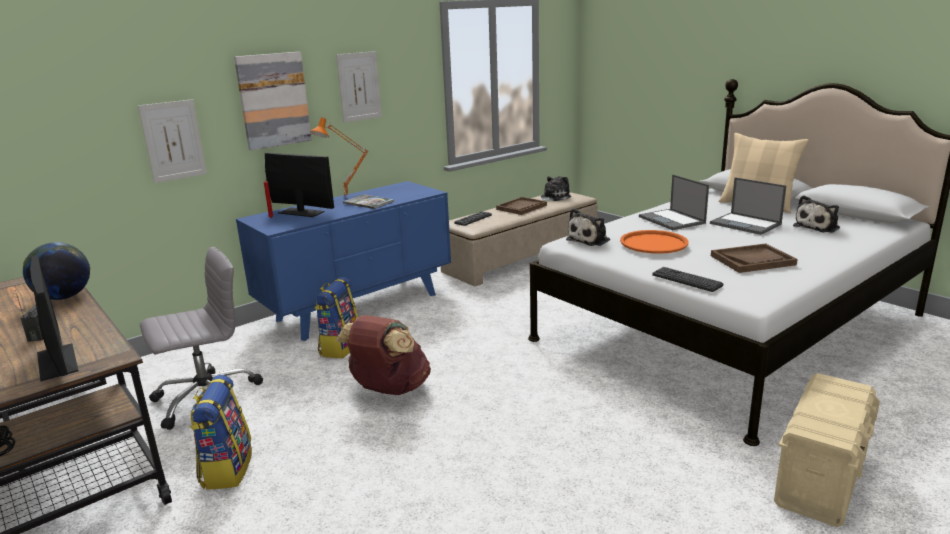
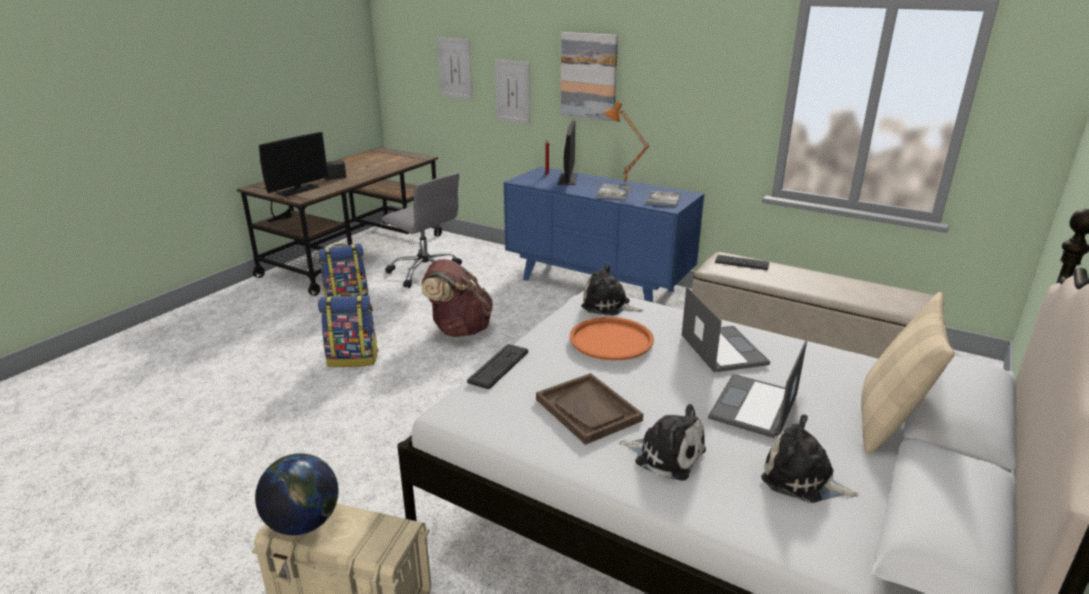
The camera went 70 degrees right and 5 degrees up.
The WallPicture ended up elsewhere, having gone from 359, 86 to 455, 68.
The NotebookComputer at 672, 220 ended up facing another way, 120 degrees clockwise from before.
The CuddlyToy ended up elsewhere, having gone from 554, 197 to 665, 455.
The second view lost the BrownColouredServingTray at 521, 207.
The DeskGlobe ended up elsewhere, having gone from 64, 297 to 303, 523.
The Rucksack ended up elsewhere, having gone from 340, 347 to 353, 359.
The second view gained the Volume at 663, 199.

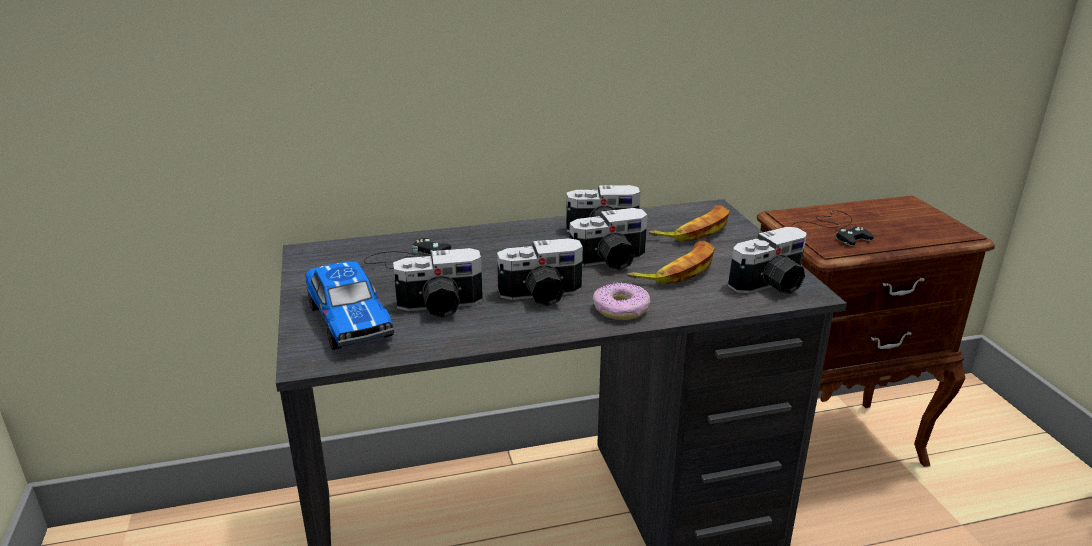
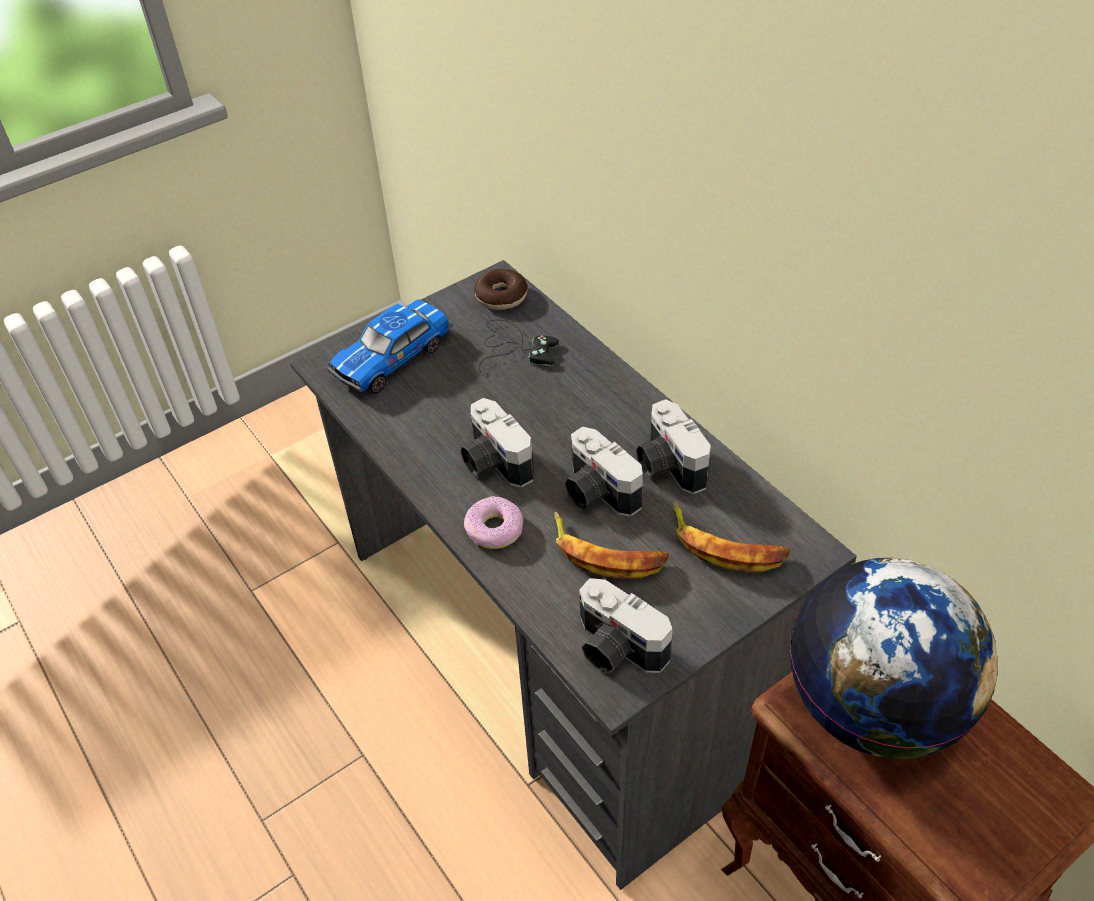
The camera went 70 degrees right and 20 degrees up.
Where the BlackishGamepad stood at 836, 229, the DeskGlobe came to stand at 873, 707.
The second view lost the PhotoCamera at 440, 307.
The second view gained the Doughnut at 501, 296.

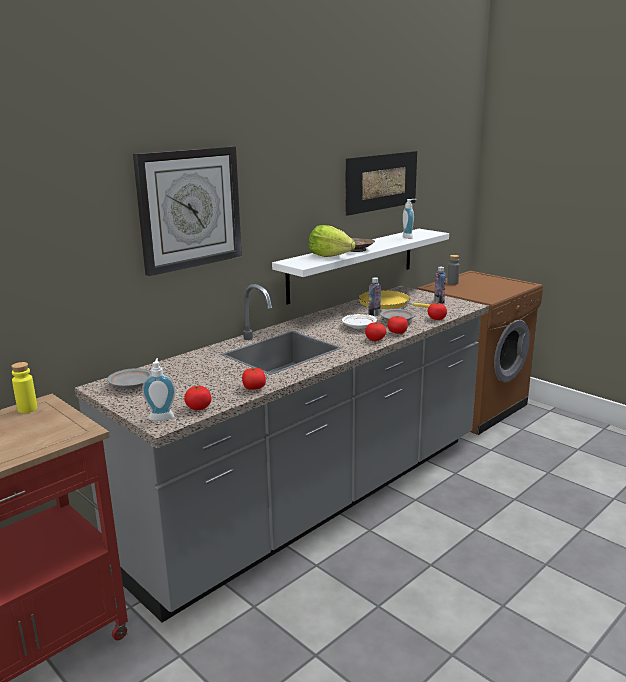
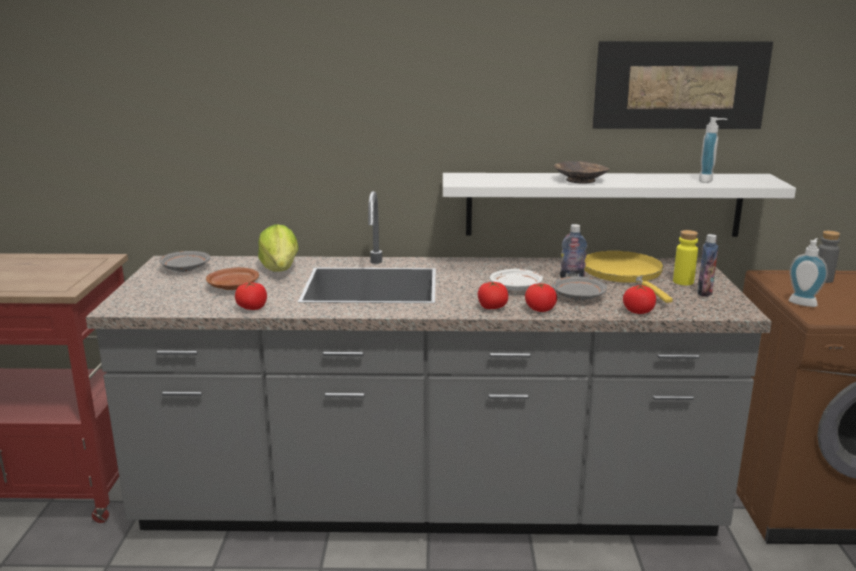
The camera went 45 degrees right and 0 degrees up.
The second view lost the HangingClock at 189, 208.
The HeadOfLettuce ended up elsewhere, having gone from 330, 256 to 280, 269.
The SoapBottle ended up elsewhere, having gone from 162, 416 to 803, 302.
The YellowColouredBeverageBottle ended up elsewhere, having gone from 27, 409 to 683, 282.
The second view lost the WholeTomato at 198, 407.
The second view gained the BrownColouredDinnerPlate at 233, 286.

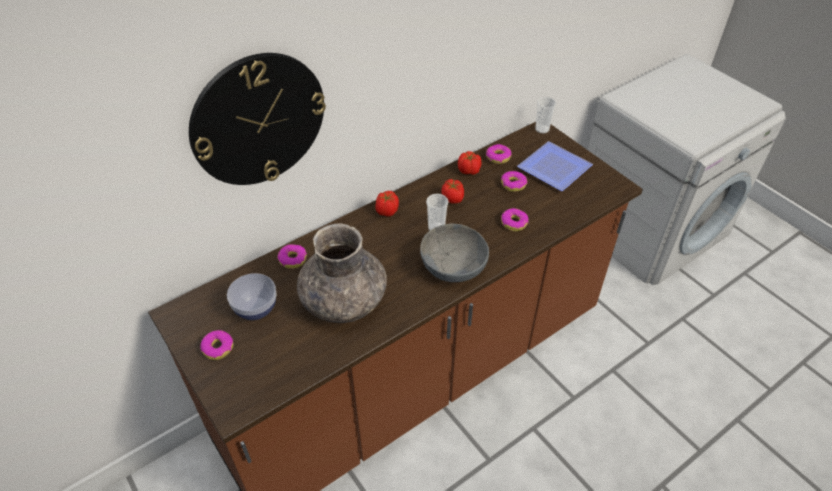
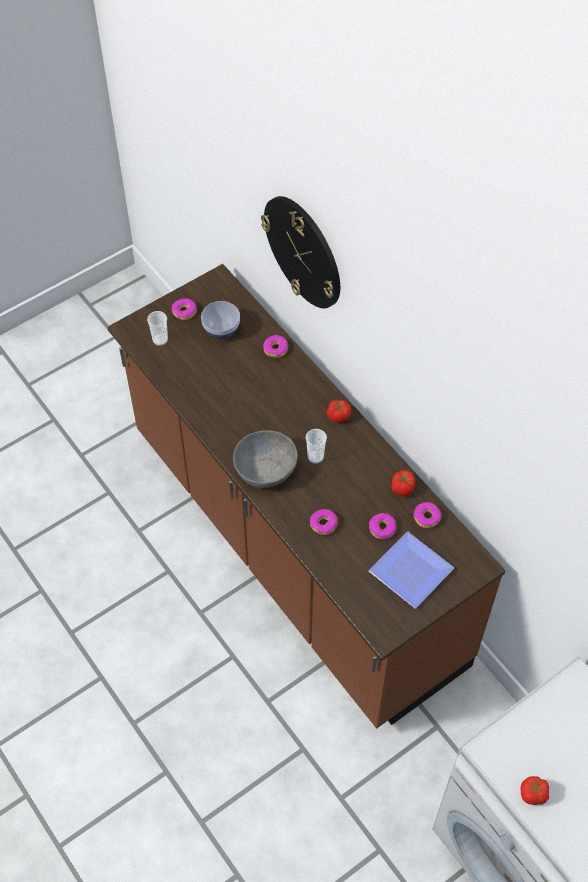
The camera went 90 degrees right and 10 degrees up.
The Cup ended up elsewhere, having gone from 542, 129 to 160, 340.
The WholeTomato ended up elsewhere, having gone from 452, 198 to 533, 794.
The second view lost the GreyFlowerVase at 344, 301.

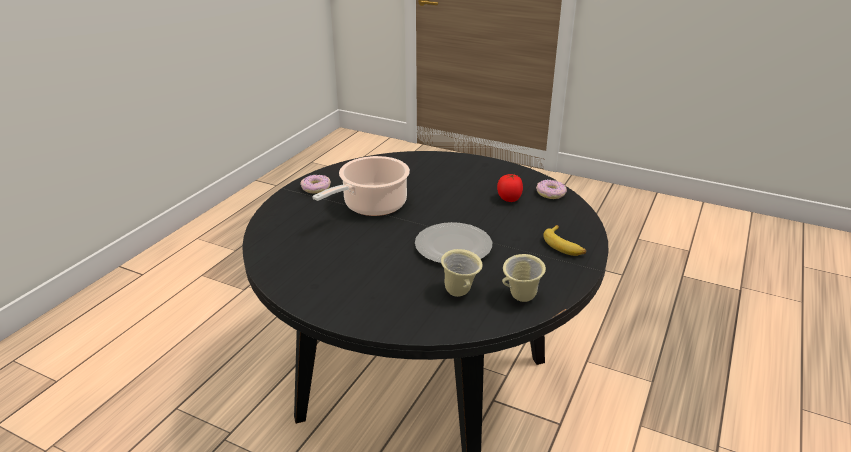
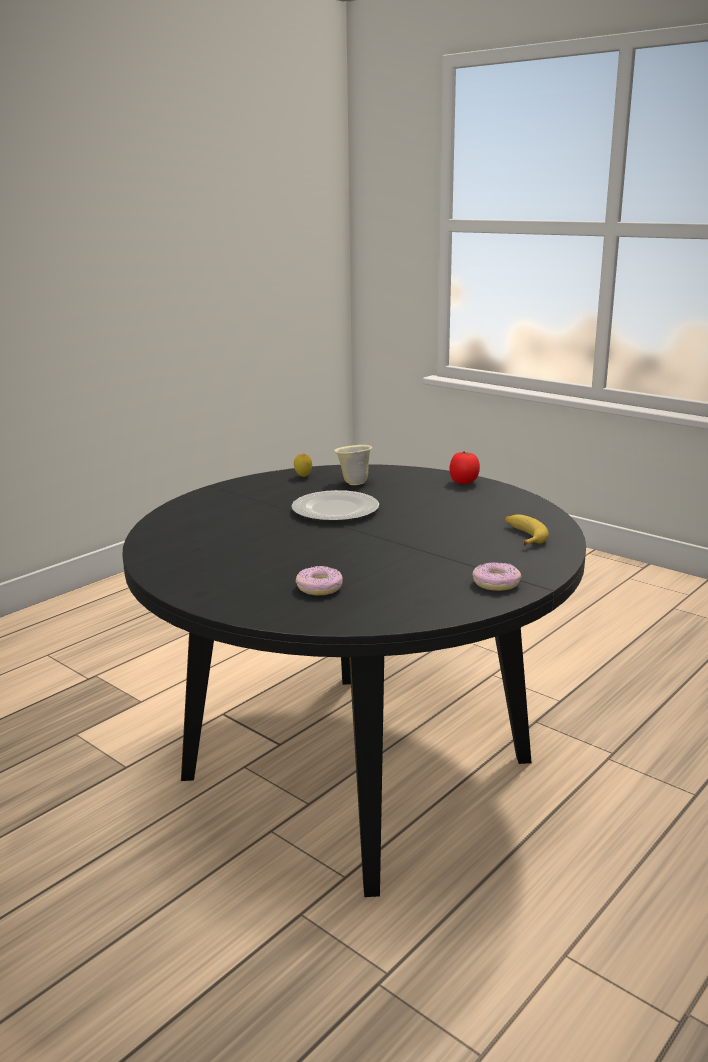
The camera went 165 degrees left and 10 degrees down.
The second view lost the Saucepot at 372, 206.
The WholeTomato ended up elsewhere, having gone from 509, 199 to 464, 483.
The Doughnut ended up elsewhere, having gone from 551, 193 to 319, 588.
The BananaFruit ended up elsewhere, having gone from 564, 246 to 523, 536.
Where the SandColouredCoffeeMug stood at 521, 299, the Lemon came to stand at 303, 477.

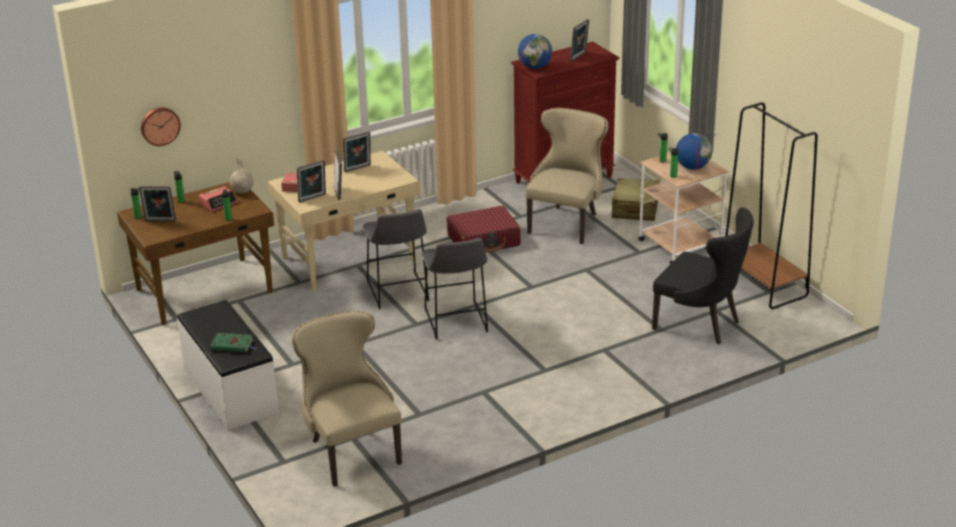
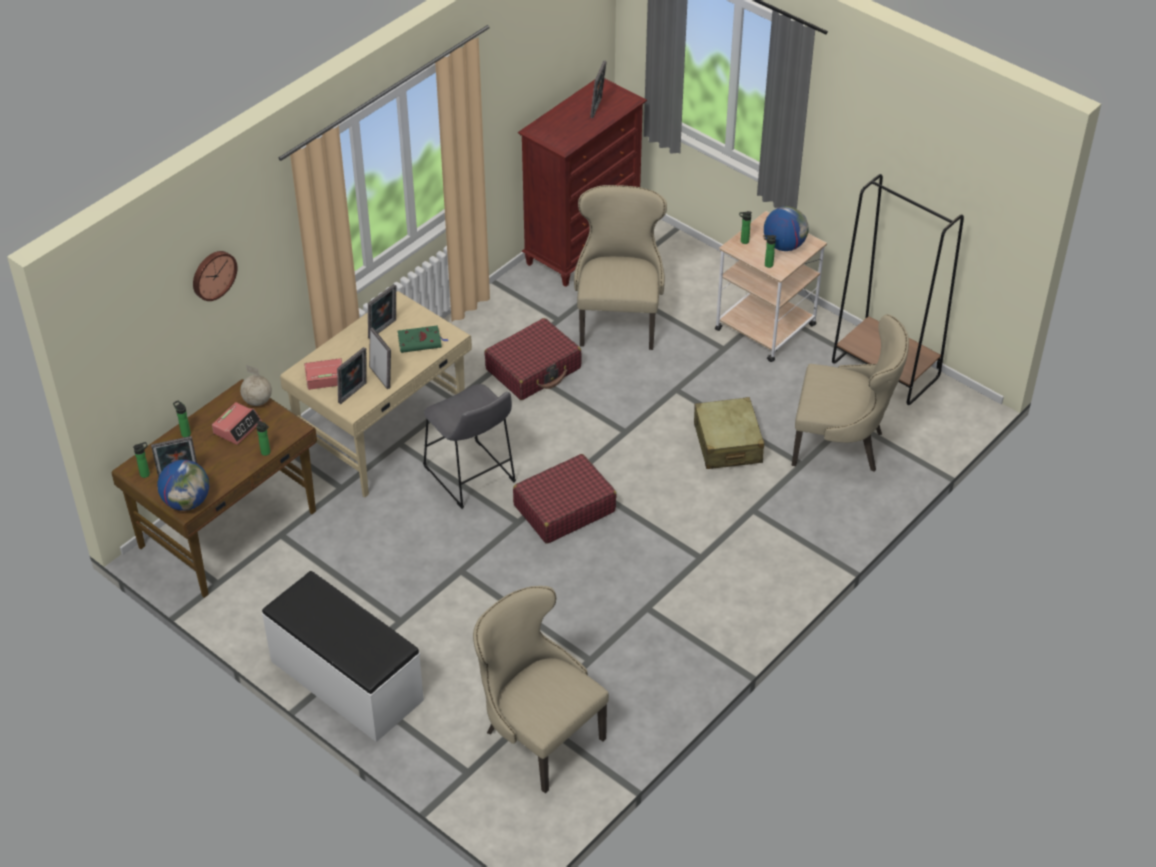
The camera went 20 degrees left and 15 degrees up.
The DeskGlobe ended up elsewhere, having gone from 535, 67 to 187, 502.
The HangingClock ended up elsewhere, having gone from 159, 125 to 213, 274.
The SandColouredTravelCase ended up elsewhere, having gone from 635, 209 to 727, 443.
What was the BlackishUprightChair at 700, 324 turned into the SandColouredUprightChair at 841, 445.
Where the GreySittingStool stood at 456, 322, the RedTravelCase came to stand at 564, 508.
The GreenishVolume ended up elsewhere, having gone from 233, 345 to 421, 341.

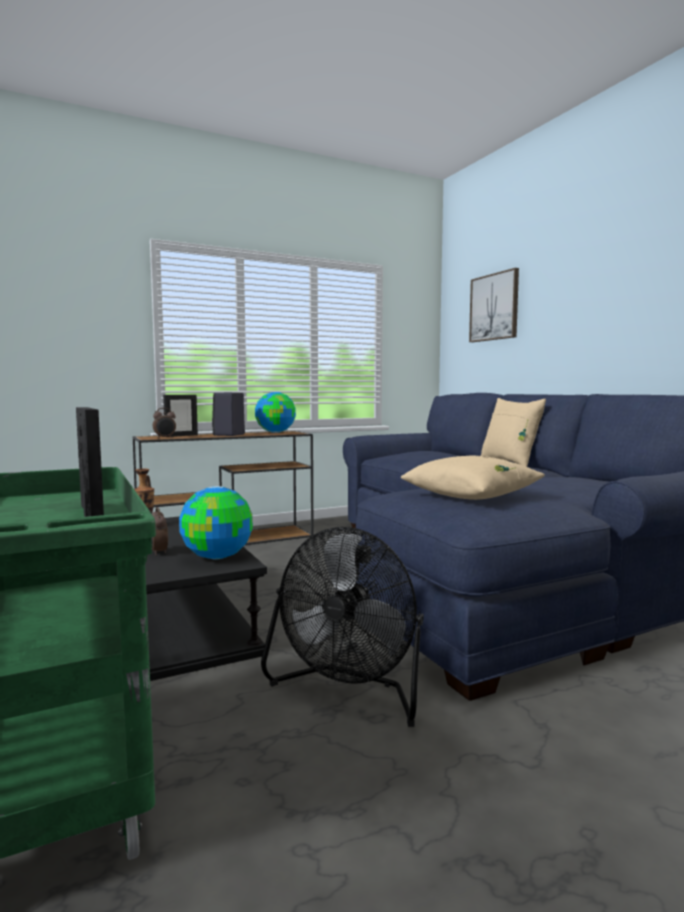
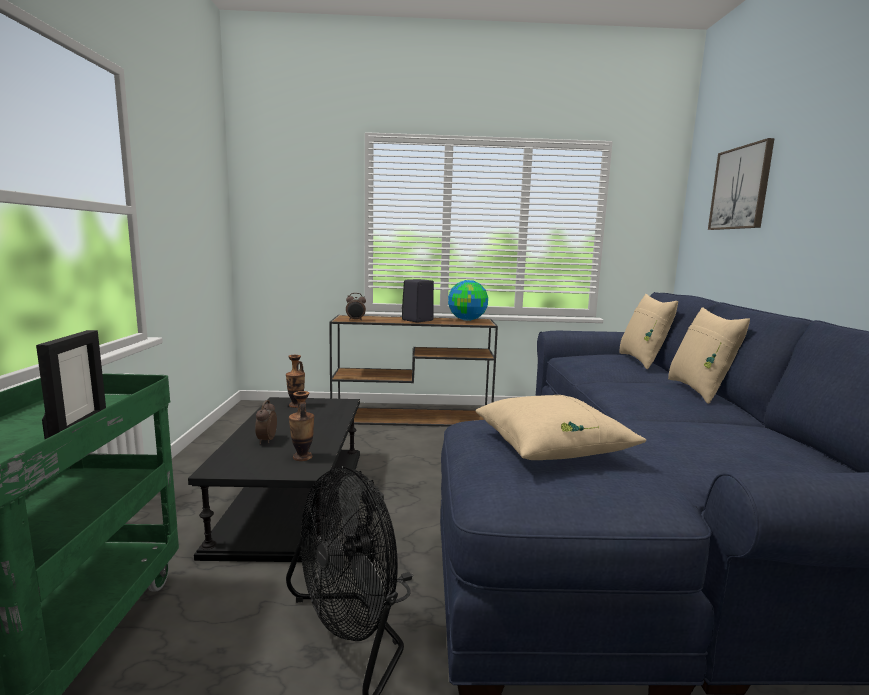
The camera went 25 degrees right and 5 degrees up.
The second view lost the PictureFrame at 181, 435.
Where the DeskGlobe stood at 218, 557, the FlowerVase came to stand at 302, 457.
The second view gained the SandColouredThrowPillow at 642, 361.

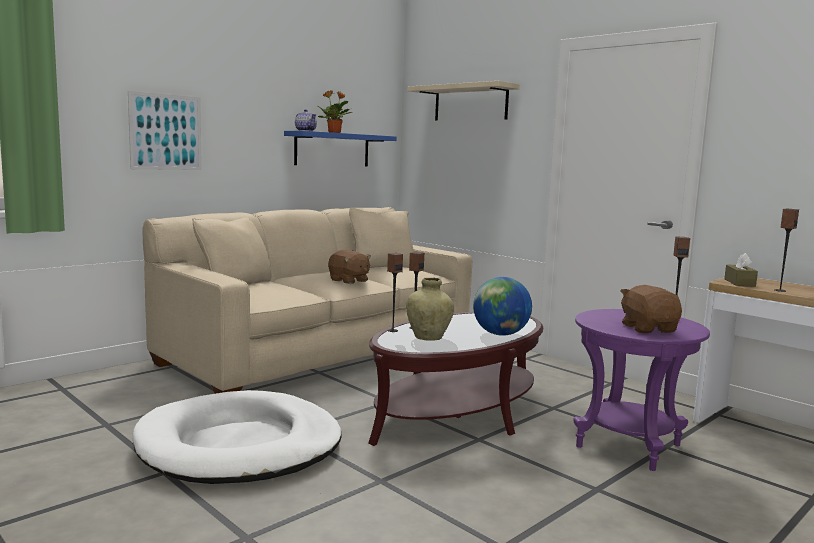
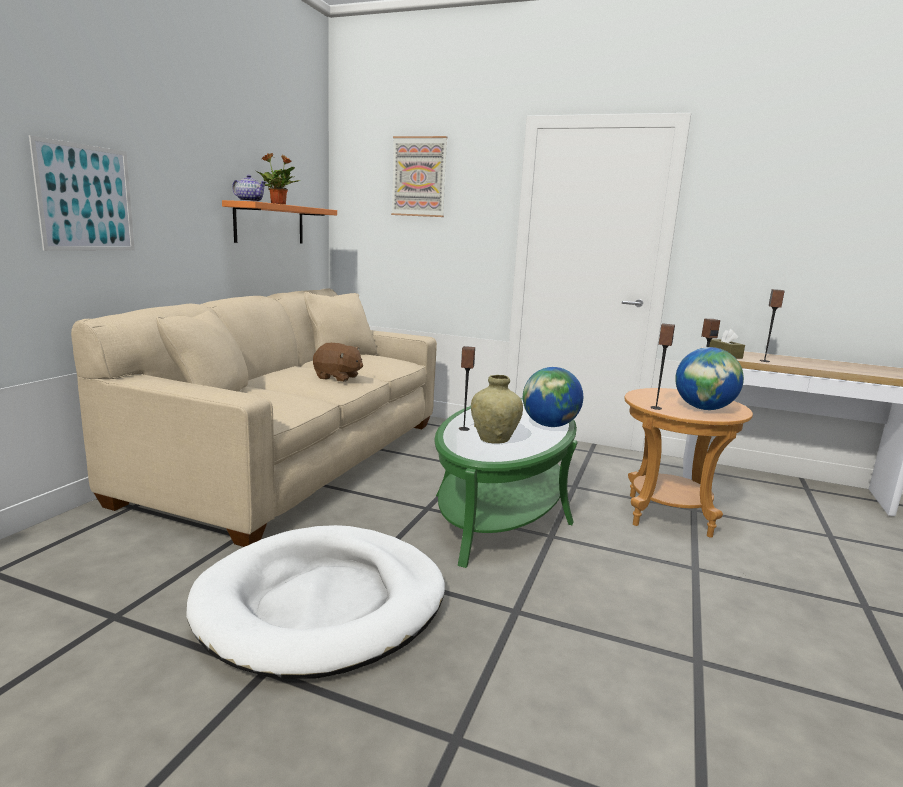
The camera went 25 degrees left and 5 degrees up.
Where the SandColouredBracketShelf hung at 470, 103, the WallPicture came to hang at 419, 177.
What was the BlueBracketShelf at 332, 149 turned into the OrangeyBracketShelf at 270, 224.
The Loudspeaker ended up elsewhere, having gone from 392, 330 to 655, 408.
Where the BrownColouredCuddlyToy stood at 648, 329, the DeskGlobe came to stand at 703, 408.
What was the PurpleColouredEndTable at 628, 445 turned into the BrownColouredEndTable at 668, 515.
What was the BrownColouredCoffeeTable at 457, 412 turned into the GreenishCoffeeTable at 502, 508.

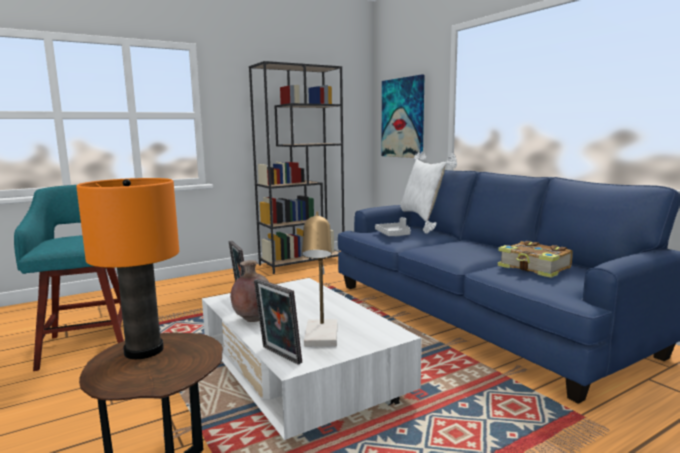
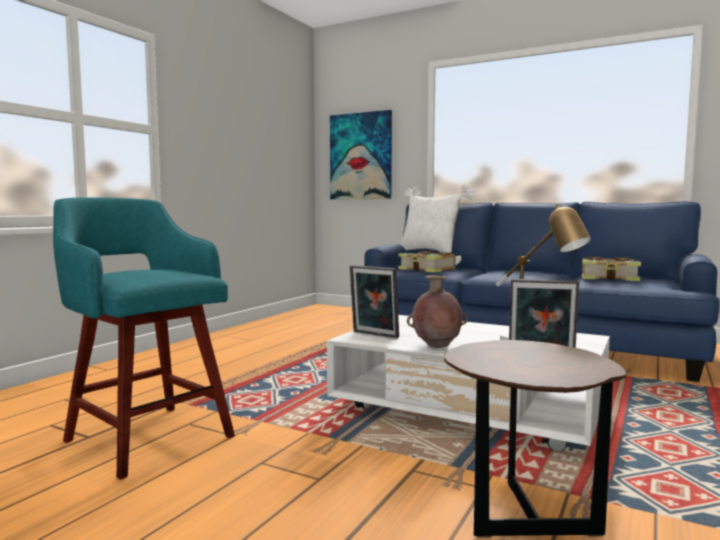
The camera went 30 degrees left and 5 degrees down.
The second view lost the Bookshelf at 302, 263.
The second view lost the OrangeyTableLamp at 144, 350.
Where the GreyServingTray stood at 394, 235, the Volume came to stand at 427, 270.

